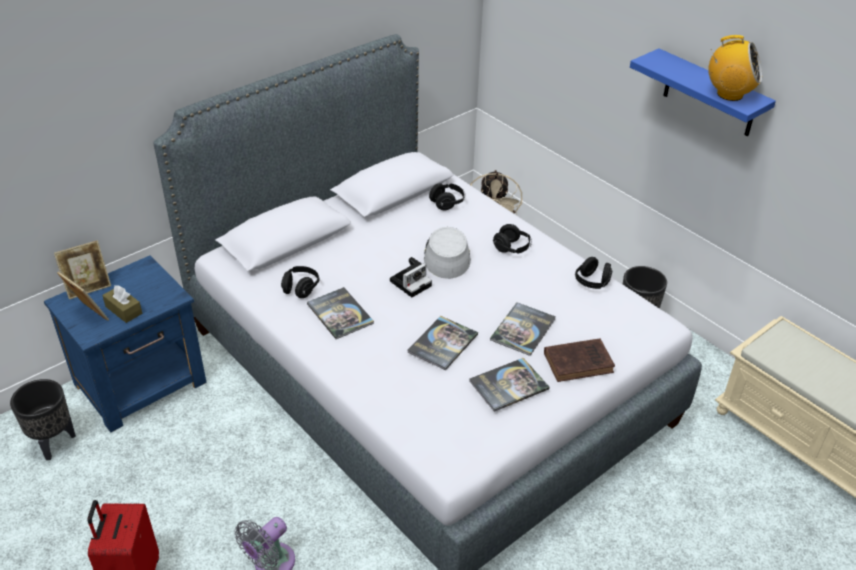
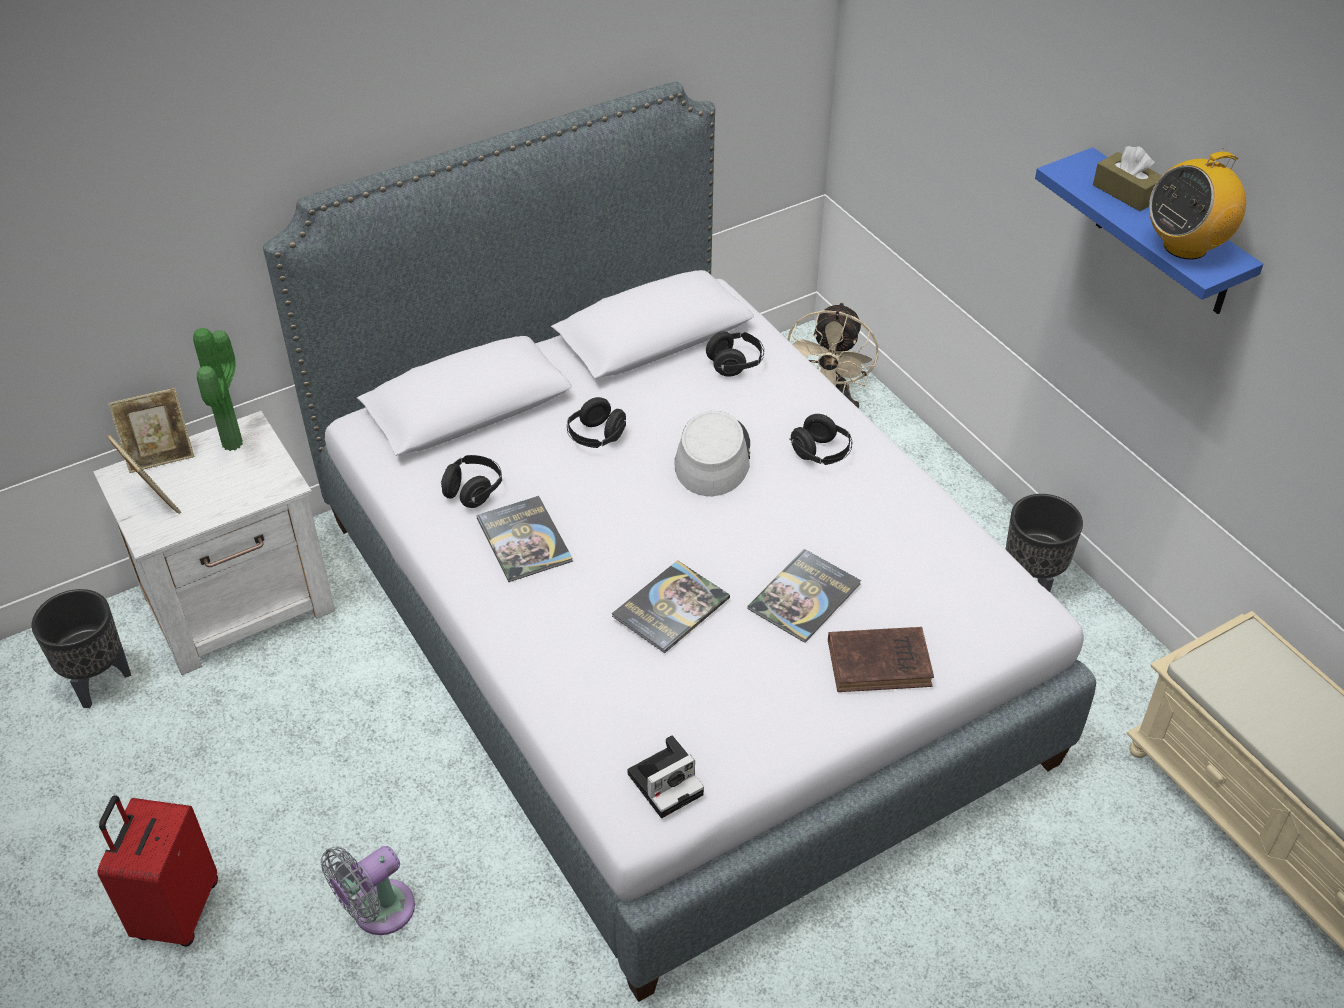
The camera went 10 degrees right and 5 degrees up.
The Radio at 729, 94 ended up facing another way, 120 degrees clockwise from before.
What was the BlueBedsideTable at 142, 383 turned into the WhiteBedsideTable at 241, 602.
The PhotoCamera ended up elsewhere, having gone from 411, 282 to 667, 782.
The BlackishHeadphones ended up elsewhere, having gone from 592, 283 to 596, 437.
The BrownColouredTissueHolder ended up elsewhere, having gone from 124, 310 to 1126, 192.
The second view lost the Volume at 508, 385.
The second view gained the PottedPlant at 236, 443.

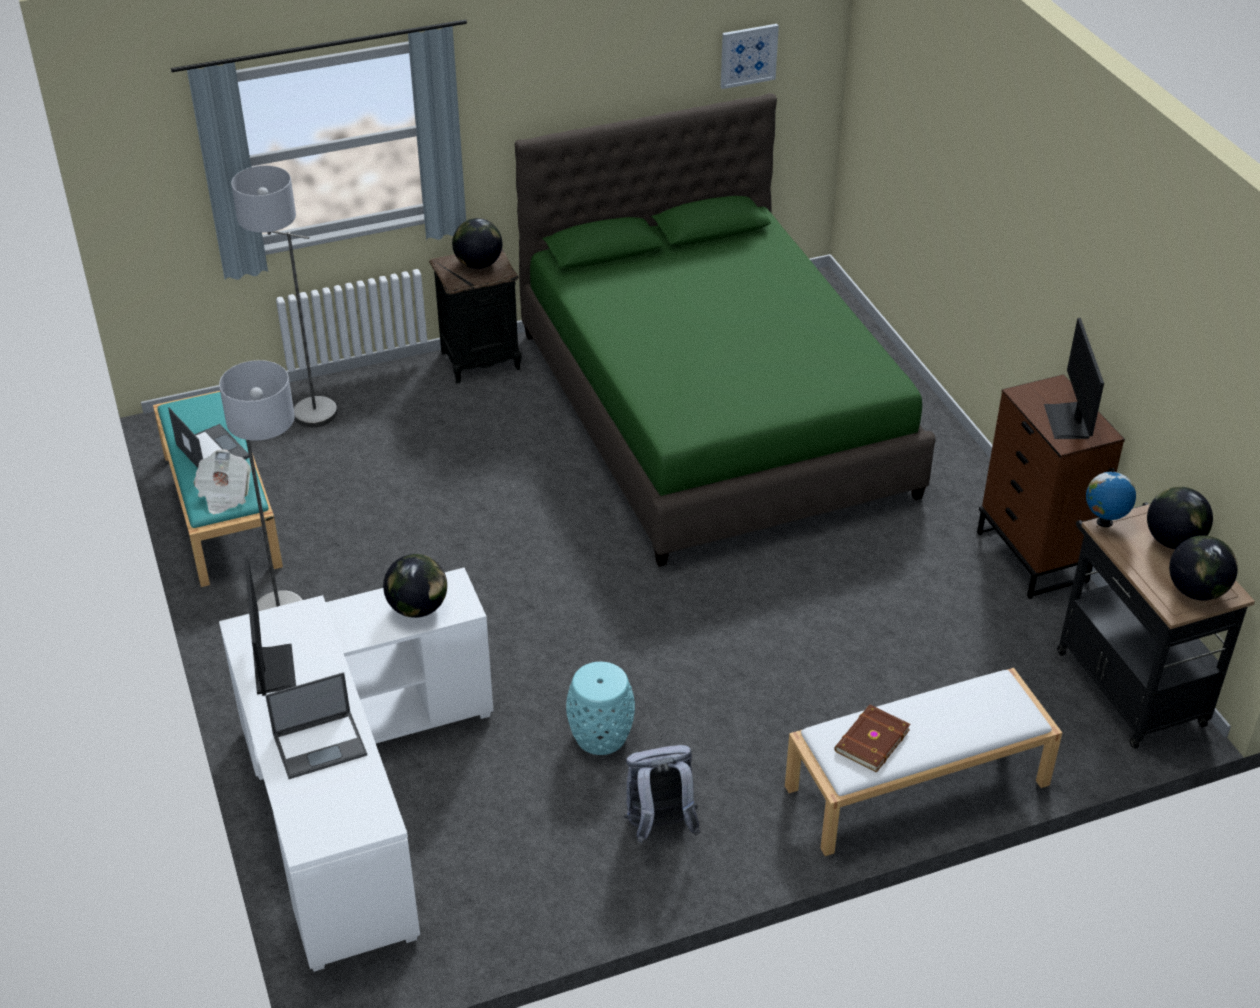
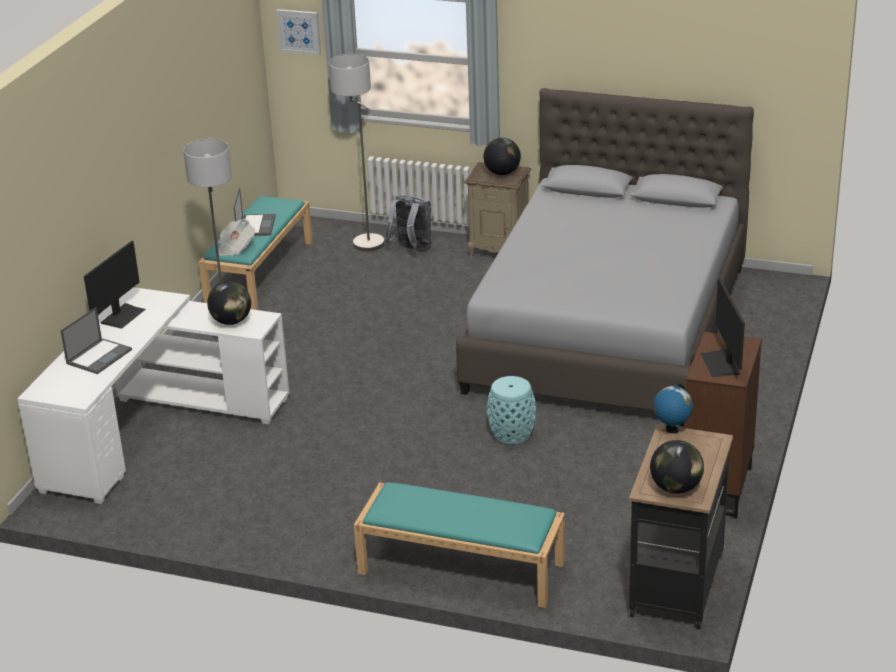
The camera went 40 degrees right and 10 degrees down.
The WallPicture ended up elsewhere, having gone from 748, 55 to 299, 31.
What was the GreenishBed at 713, 411 turned into the GreyBed at 609, 328.
What was the BlackishBedsideTable at 481, 361 turned into the SandColouredBedsideTable at 499, 250.
The Monitor at 1068, 421 ended up facing another way, 45 degrees counterclockwise from before.
The second view lost the DeskGlobe at 1173, 541.
The BlueGreenSittingStool ended up elsewhere, having gone from 601, 736 to 512, 434.
What was the WhiteBench at 916, 787 turned into the BlueGreenBench at 459, 568.
The NotebookComputer at 321, 744 ended up facing another way, 75 degrees counterclockwise from before.
The second view lost the BrownColouredVolume at 870, 740.
The GreyRucksack ended up elsewhere, having gone from 659, 826 to 411, 250.

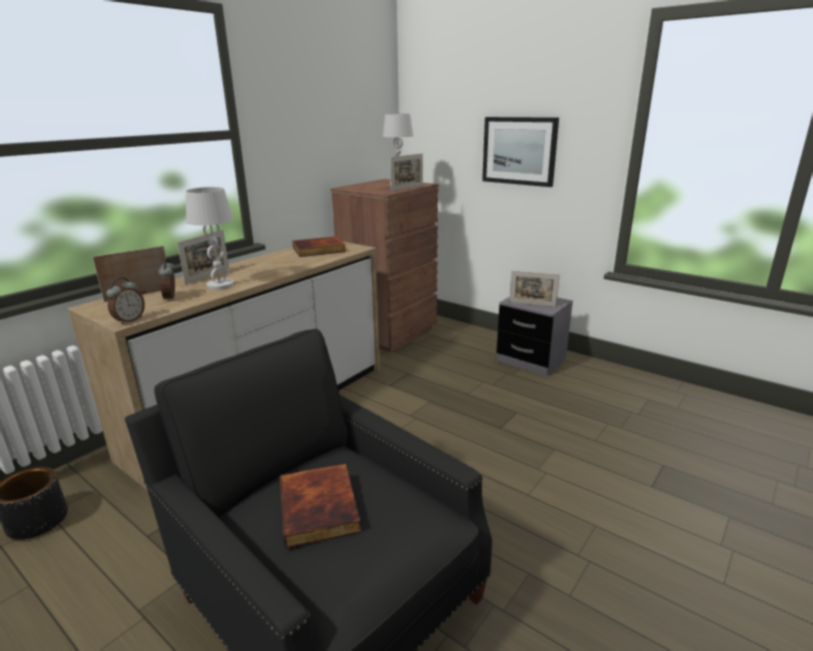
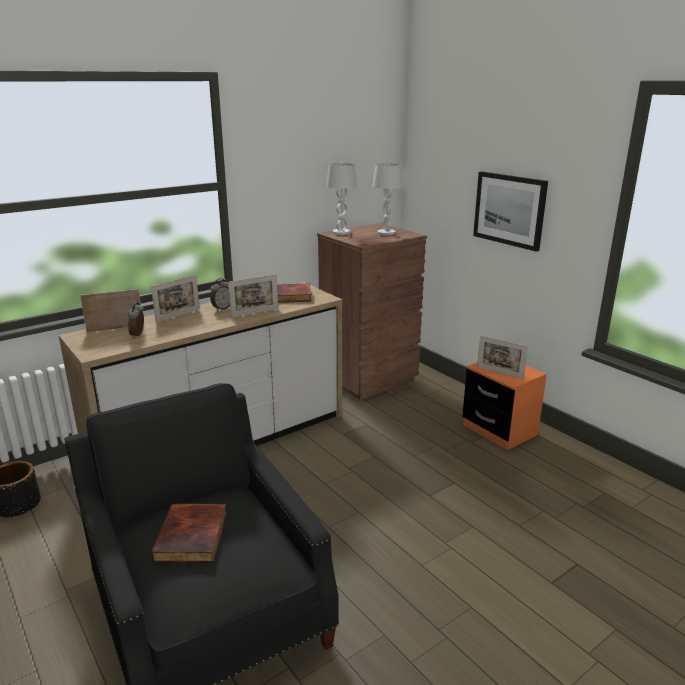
The camera went 15 degrees right and 0 degrees up.
The PictureFrame ended up elsewhere, having gone from 407, 188 to 254, 313.
The WhiteTableLamp ended up elsewhere, having gone from 220, 285 to 341, 233.
The AlarmClock ended up elsewhere, having gone from 129, 320 to 222, 308.
What was the GreyBedsideTable at 531, 360 turned into the OrangeyBedsideTable at 499, 430.

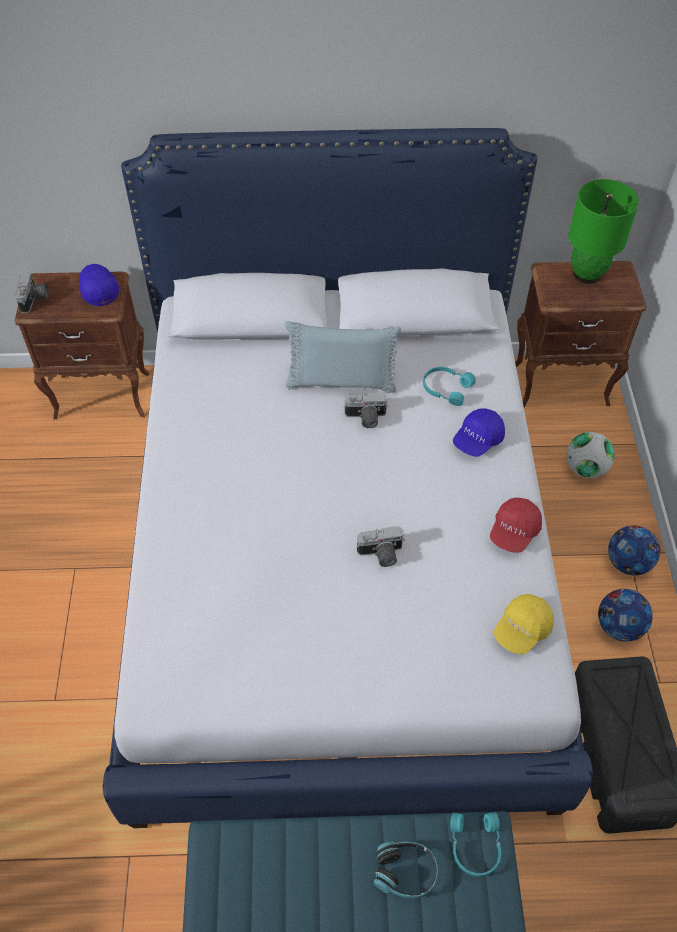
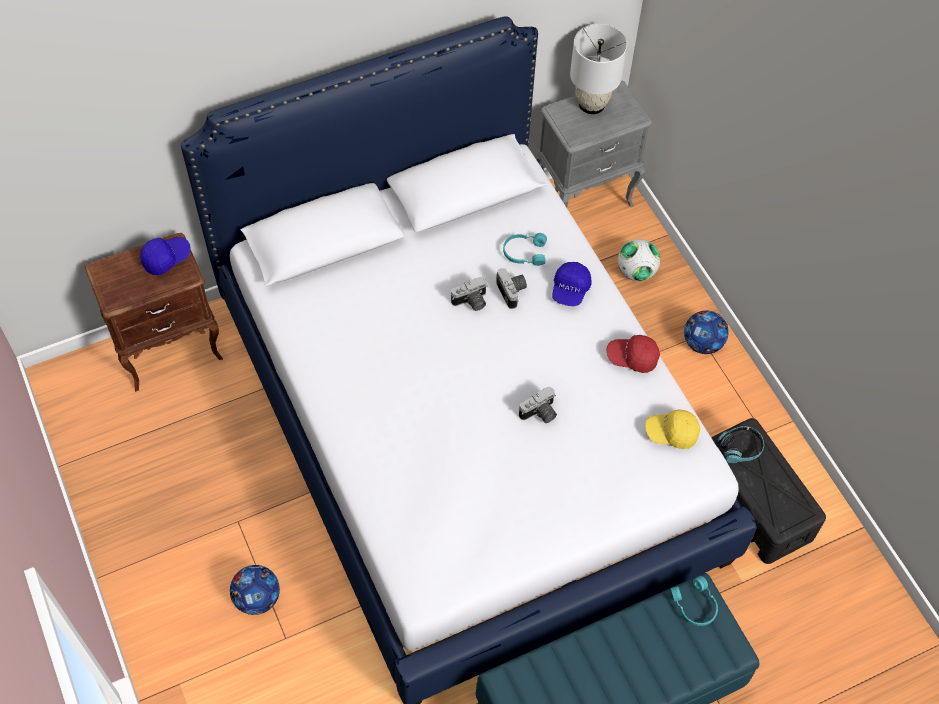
The camera went 25 degrees left and 5 degrees up.
What was the GreenishTableLamp at 587, 274 turned into the WhiteTableLamp at 592, 104.
What was the BrownColouredBedsideTable at 560, 385 turned into the GreyBedsideTable at 584, 200.
The BluePeakedCap at 99, 289 ended up facing another way, 105 degrees clockwise from before.
The PhotoCamera ended up elsewhere, having gone from 35, 300 to 513, 292.
The second view lost the BlueThrowPillow at 341, 381.
The RedPeakedCap at 514, 532 ended up facing another way, 90 degrees clockwise from before.
The FootballBall ended up elsewhere, having gone from 619, 626 to 257, 598.
The YellowColouredPeakedCap at 522, 630 ended up facing another way, 75 degrees clockwise from before.
The Headphones ended up elsewhere, having gone from 405, 872 to 740, 448.

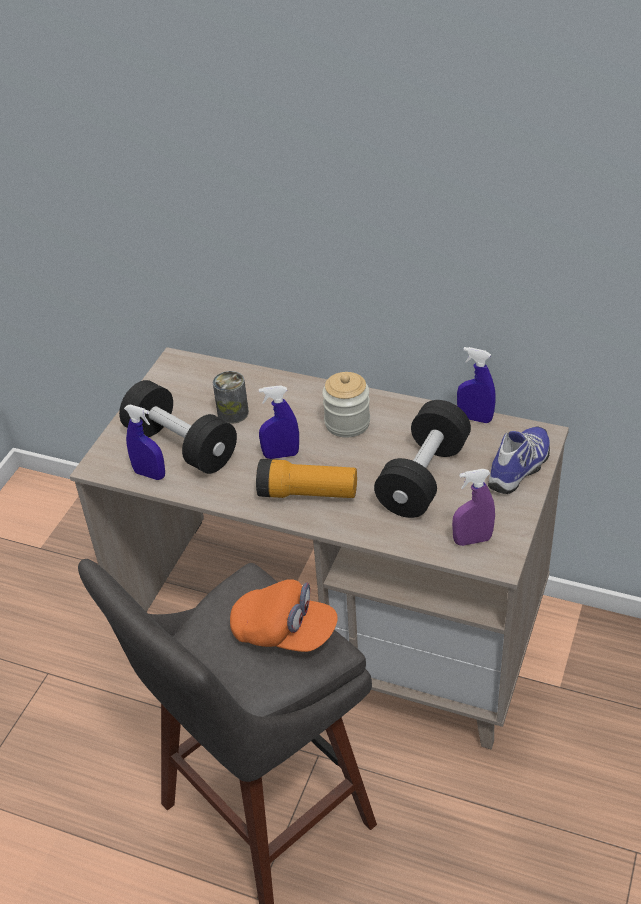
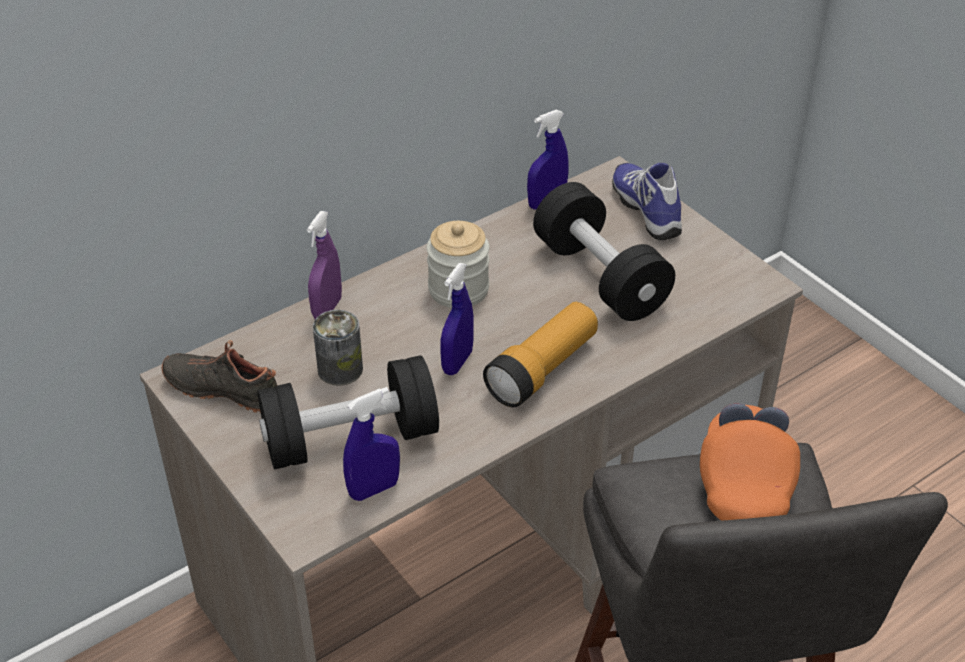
The camera went 60 degrees left and 0 degrees up.
The PurpleColouredHandSprayer ended up elsewhere, having gone from 472, 540 to 327, 309.
The OrangeyPeakedCap at 284, 632 ended up facing another way, 45 degrees counterclockwise from before.
The second view gained the BlackishLowShoe at 225, 388.

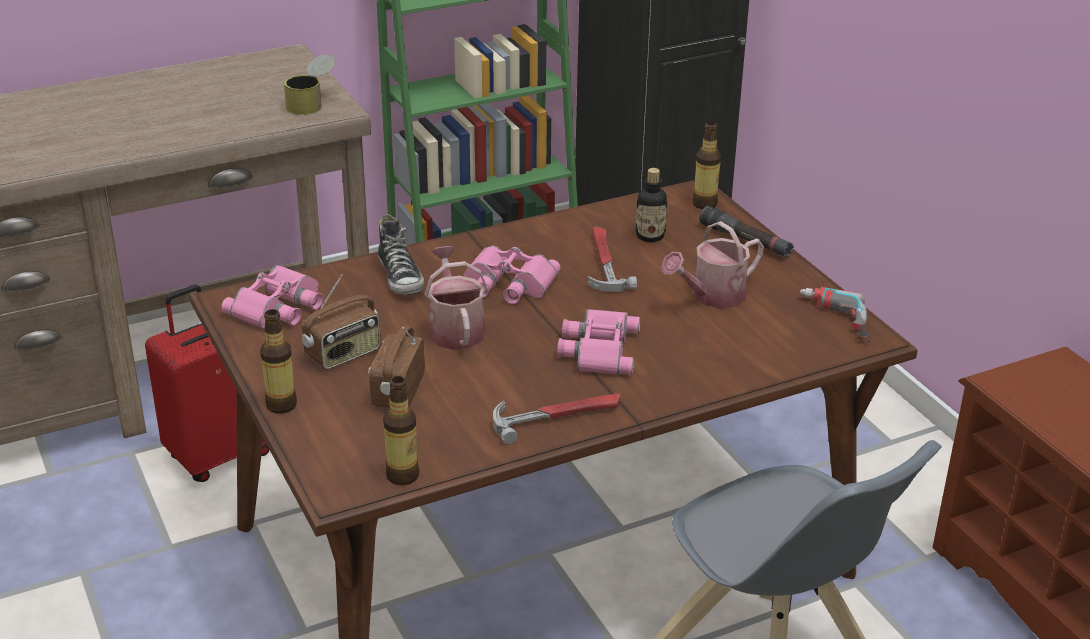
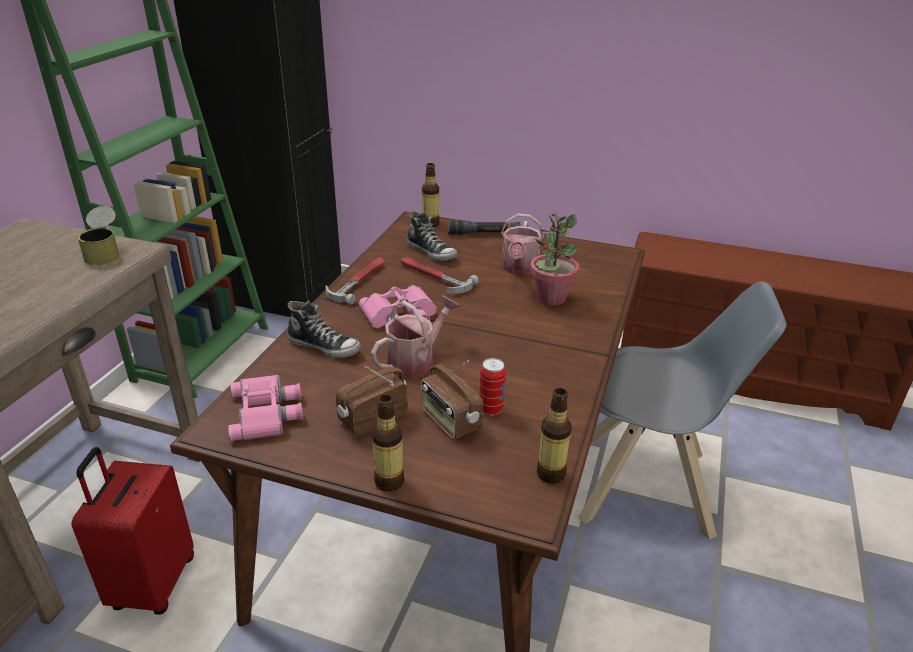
The camera went 45 degrees left and 0 degrees up.
Where the BeverageBottle stood at 650, 236, the LowShoe came to stand at 432, 252.
The WateringCan at 455, 329 ended up facing another way, 105 degrees clockwise from before.
The Radio at 344, 354 ended up facing another way, 135 degrees counterclockwise from before.
The second view lost the ElectricDrill at 833, 321.
The second view lost the PinkColouredPairOfBinoculars at 597, 349.
The ToolHammer ended up elsewhere, having gone from 557, 416 to 358, 282.
The second view gained the PottedPlant at 551, 298.
The second view gained the Can at 491, 409.

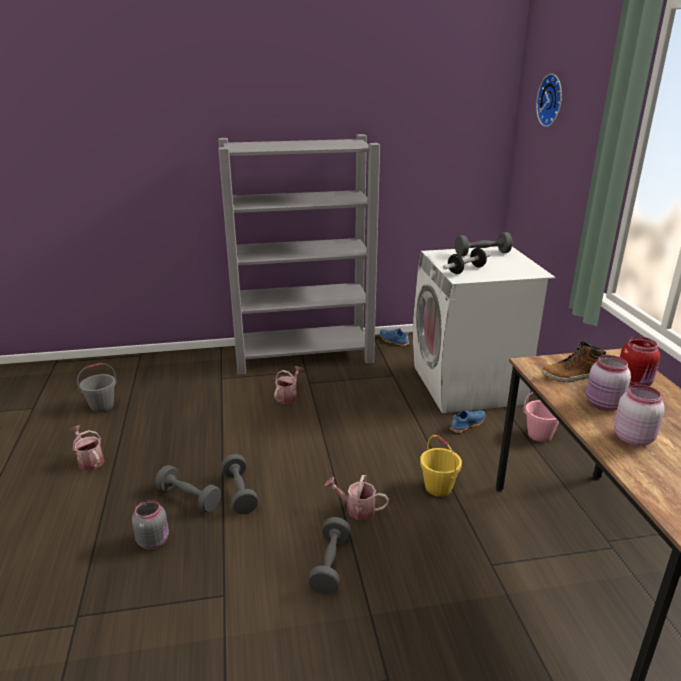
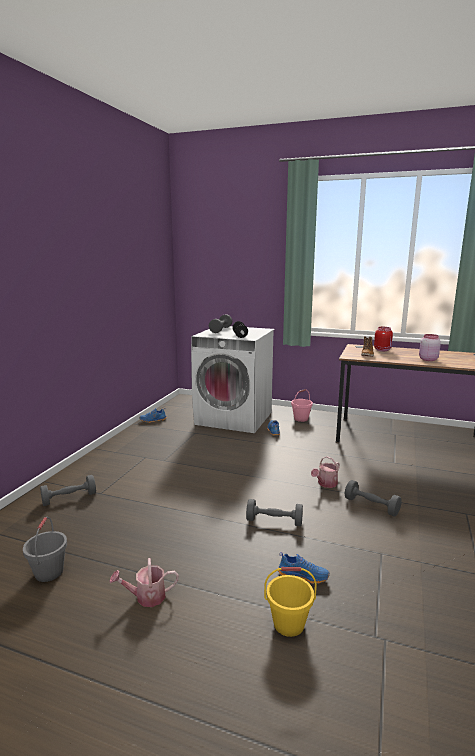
The camera went 60 degrees left and 10 degrees down.
The second view lost the HangingClock at 552, 100.
The second view lost the GreyBookshelf at 303, 354.
The second view lost the PinkColouredStorageJar at 603, 405.
The second view lost the WateringCan at 288, 396.
The YellowColouredBucket ended up elsewhere, having gone from 438, 487 to 289, 623.
The GreyFreeWeight ended up elsewhere, having gone from 189, 498 to 69, 498.
Where the GreyStorageJar stood at 154, 540, the BlueLowShoe came to stand at 303, 575.

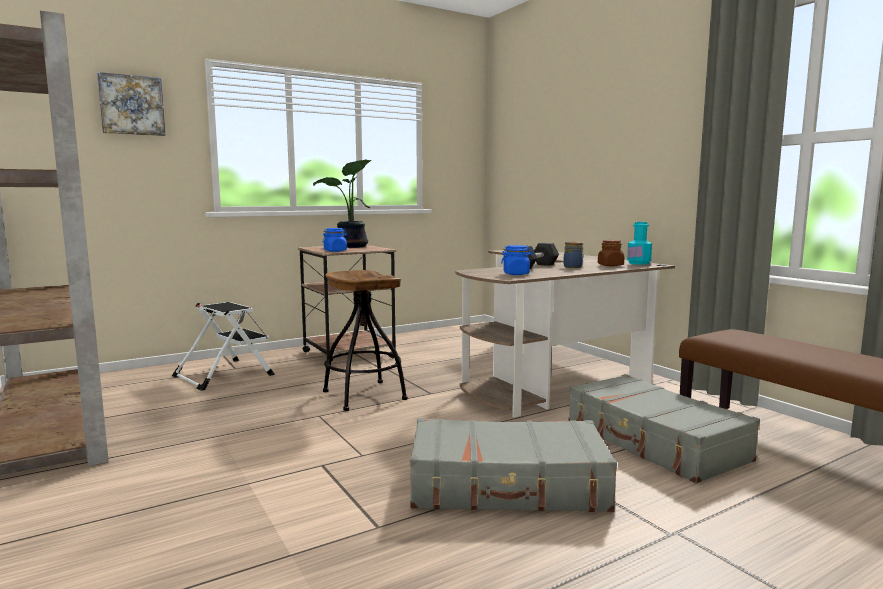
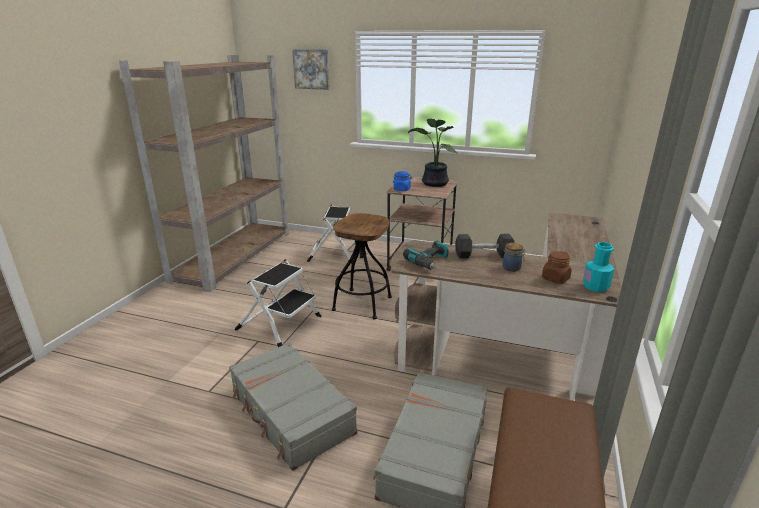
The camera went 50 degrees right and 15 degrees up.
Where the BlueStorageJar stood at 516, 274, the ElectricDrill came to stand at 430, 262.
The second view gained the Stepladder at 279, 324.

